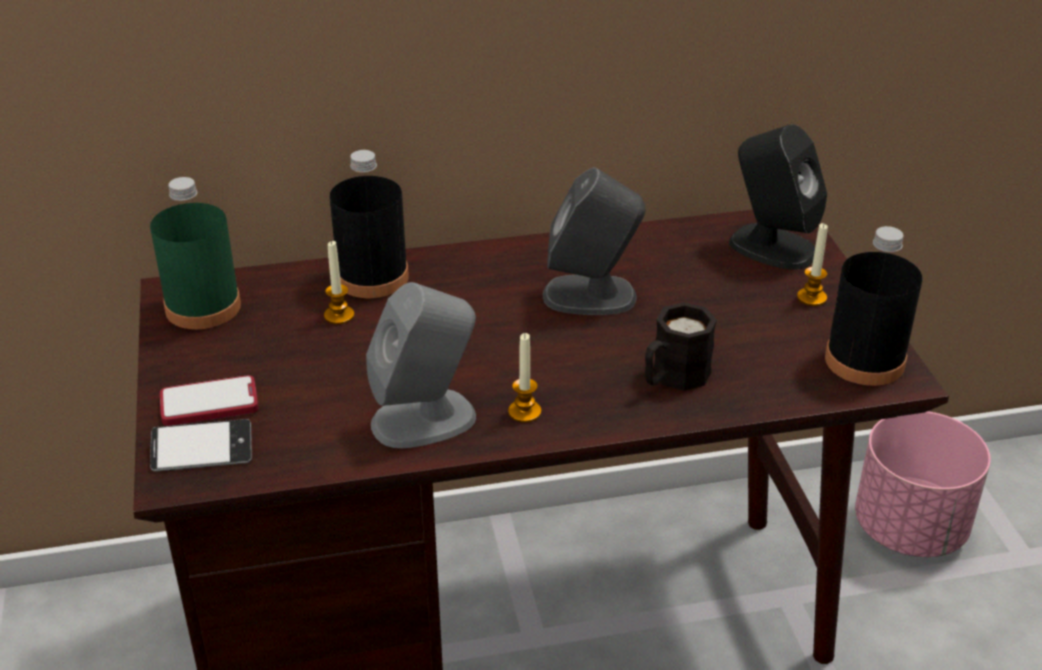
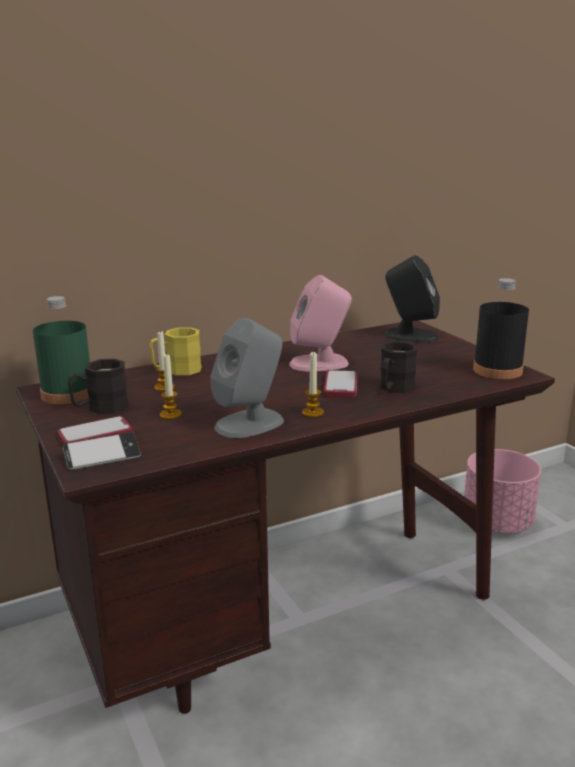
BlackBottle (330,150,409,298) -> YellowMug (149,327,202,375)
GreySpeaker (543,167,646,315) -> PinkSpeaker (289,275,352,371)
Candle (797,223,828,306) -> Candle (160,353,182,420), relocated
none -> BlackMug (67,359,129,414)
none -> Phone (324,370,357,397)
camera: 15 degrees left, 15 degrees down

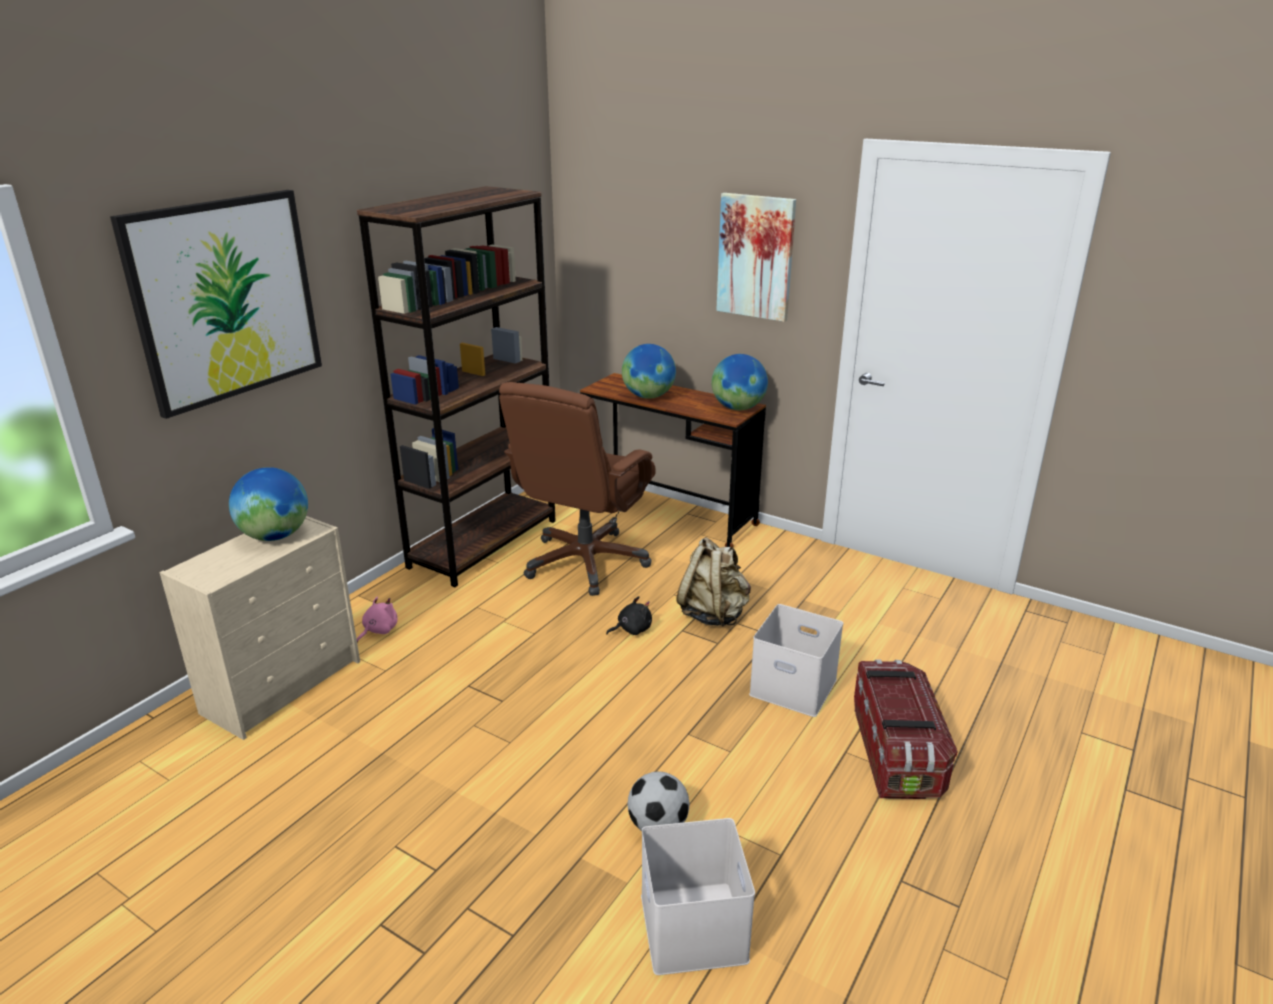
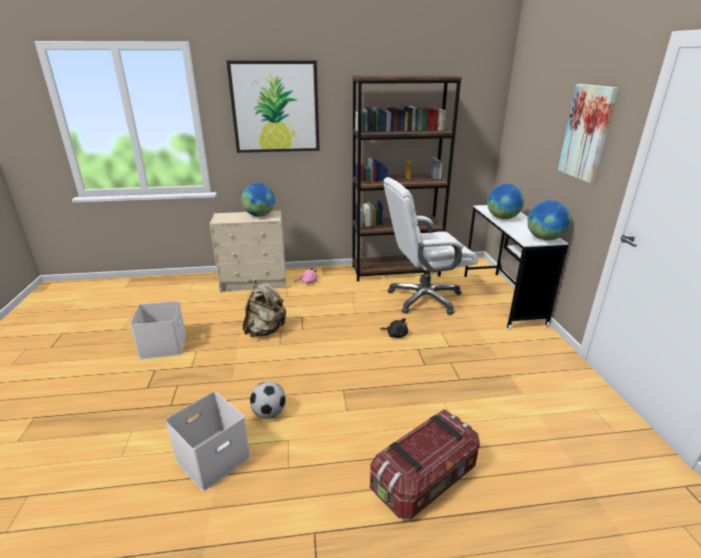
BrownDesk (580,373,766,547) -> WhiteDesk (464,205,569,330)
BrownOfficeChair (499,382,656,596) -> WhiteOfficeChair (383,177,478,315)
BeigeBackpack (676,537,751,627) -> BeigeBackpack (243,280,286,337), relocated
WhiteStorageBox (749,604,843,717) -> WhiteStorageBox (130,301,186,359), relocated
camera: 50 degrees right, 0 degrees up

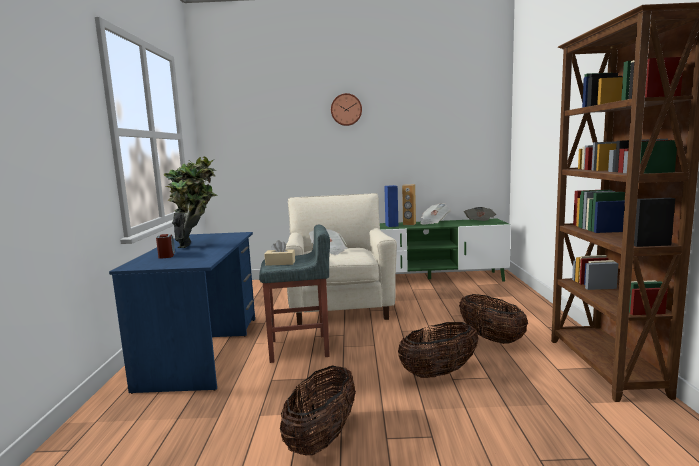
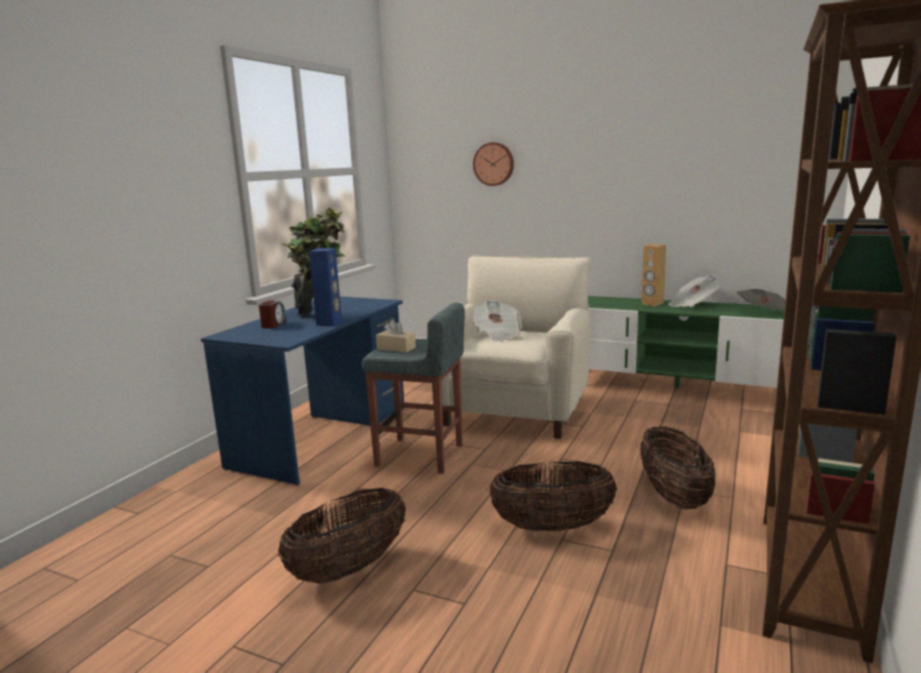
WallClock (331,93,362,126) -> WallClock (473,142,514,186), relocated
BlueSpeaker (384,185,398,227) -> BlueSpeaker (309,248,342,326), relocated
camera: 25 degrees right, 5 degrees up

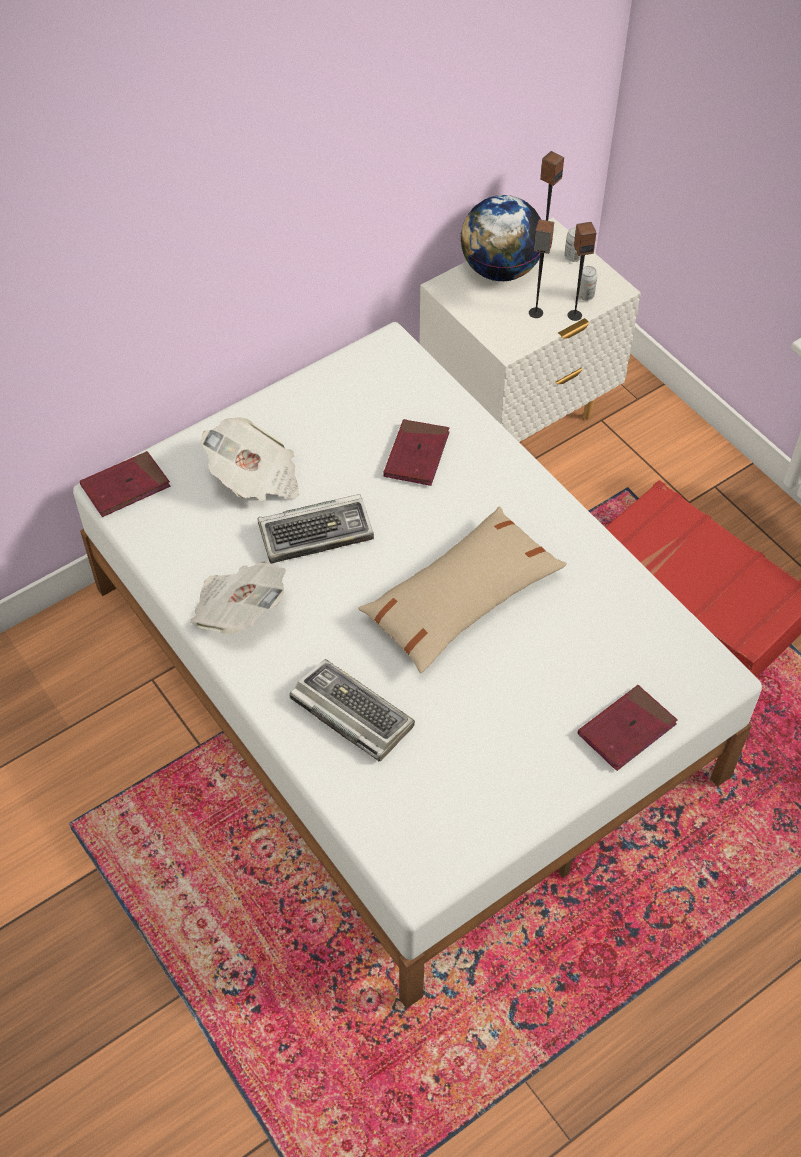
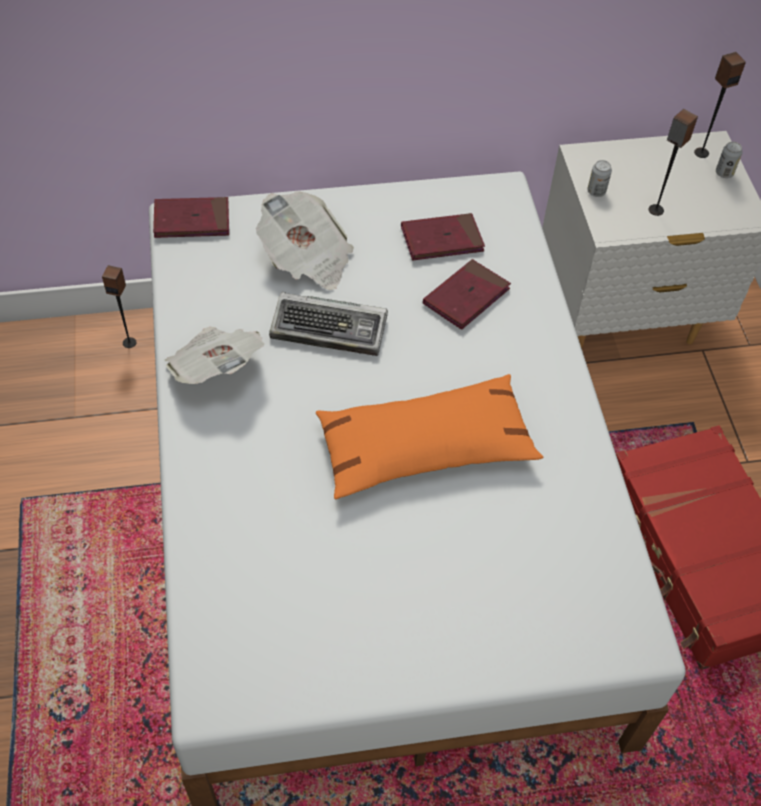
Globe (460,195,541,281) -> none
Speaker (567,222,596,321) -> Speaker (102,265,136,348), relocated
Can (578,266,598,301) -> Can (587,160,612,197), relocated
BeigePillow (358,506,567,673) -> OrangePillow (316,374,544,499)
Keyboard (290,659,415,761) -> none
RedBook (578,685,677,771) -> RedBook (401,213,485,260), relocated
camera: 25 degrees right, 0 degrees up

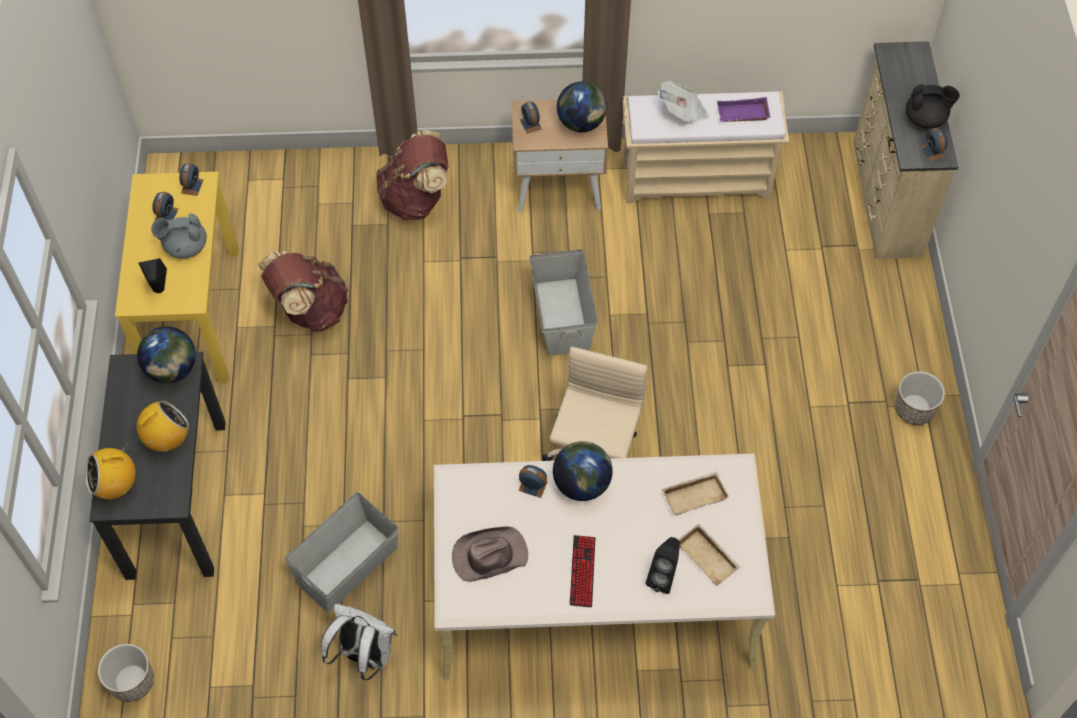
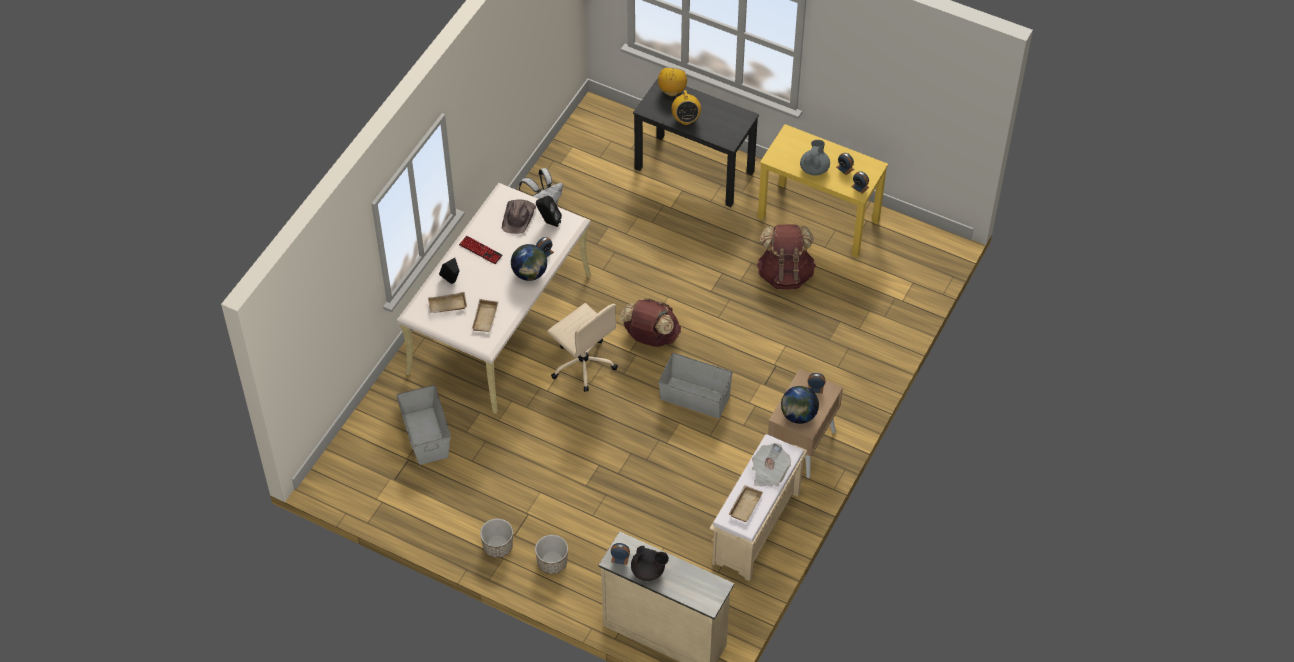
BlackTeapot (905,84,960,129) -> BlackTeapot (631,546,669,581), 105 degrees counterclockwise
PurpleTray (717,97,771,122) -> BeigeTray (728,485,763,522)
BrownBackpack (376,130,448,220) -> BrownBackpack (620,298,681,347), relocated
BlackSpeaker (139,258,167,293) -> BlackSpeaker (536,196,562,227), relocated
Globe (137,326,196,383) -> none
GreyStorageBox (285,492,399,613) -> GreyStorageBox (396,385,451,465), relocated
Planter (98,644,154,702) -> Planter (535,535,568,574), relocated
camera: 120 degrees right, 5 degrees down

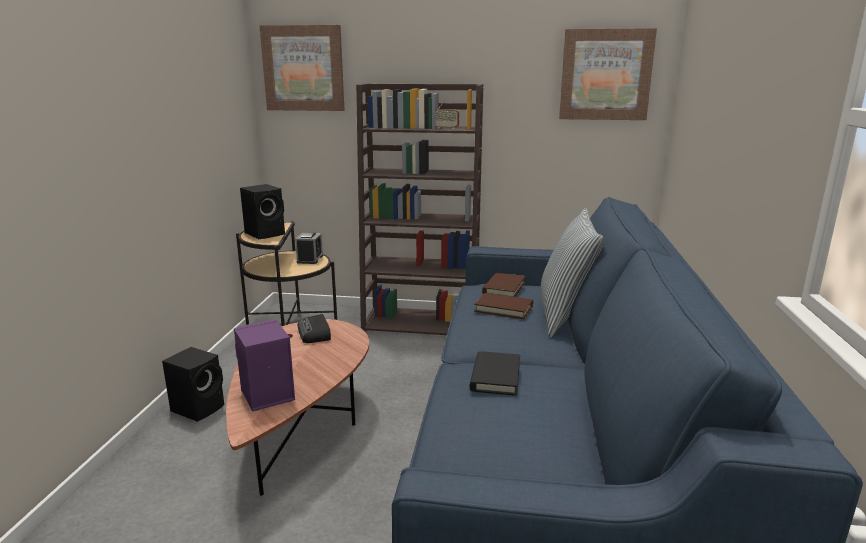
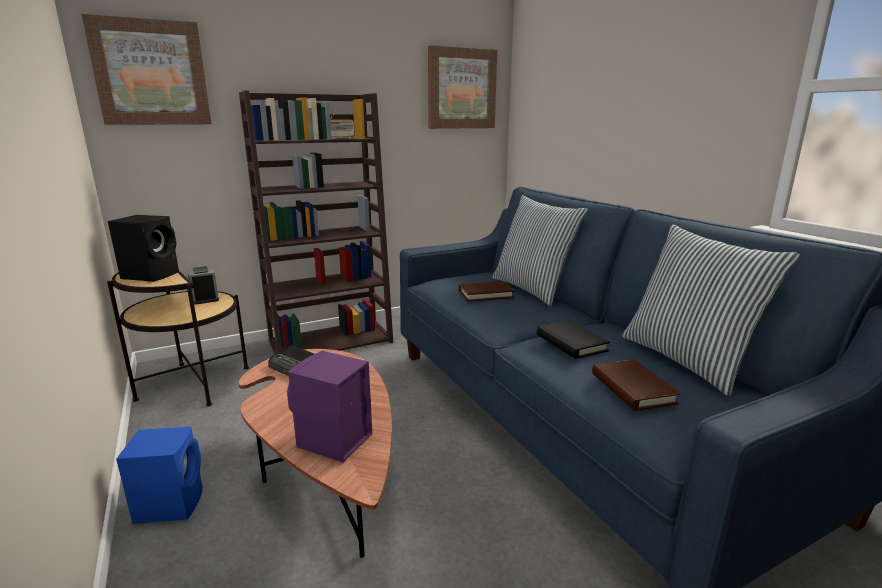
BrownBook (482,273,526,297) -> BrownBook (592,360,681,411), relocated
BlackSpeaker (162,347,224,422) -> BlueSpeaker (116,426,203,524)
none -> Pillow (622,224,800,397)
camera: 35 degrees left, 0 degrees up

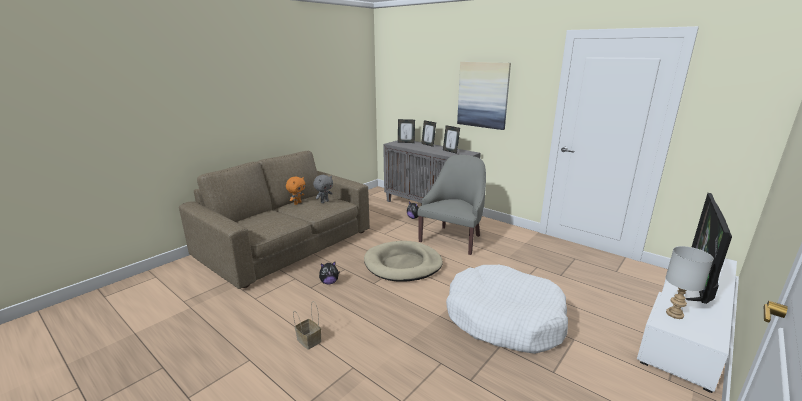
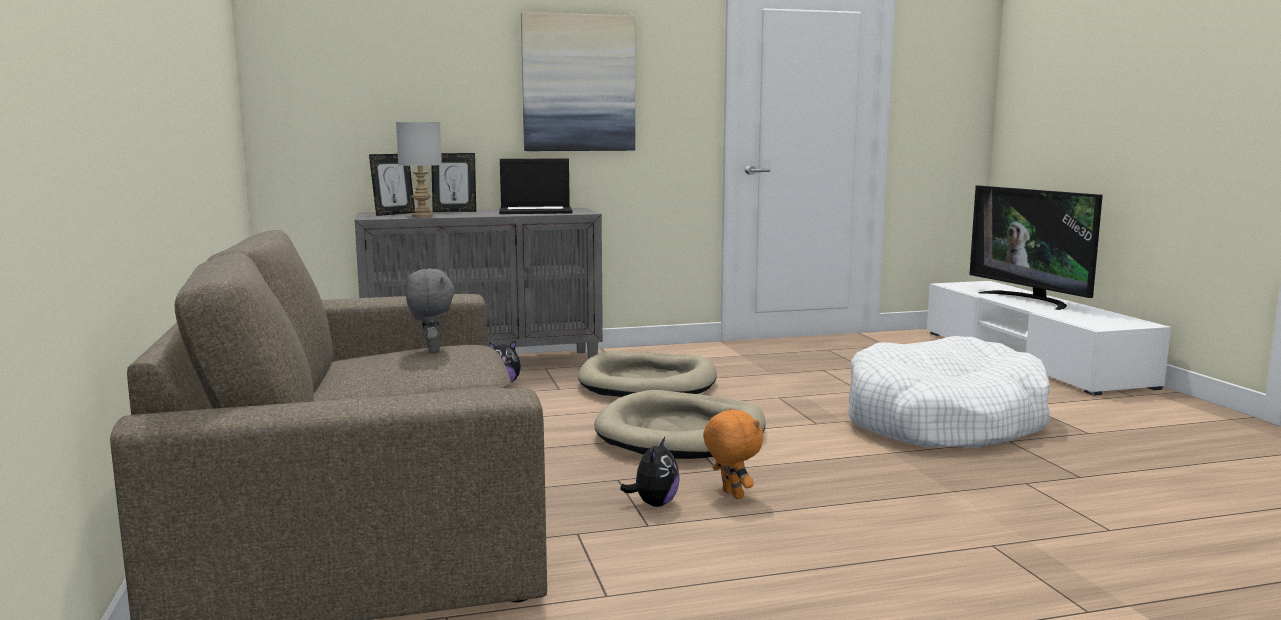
PictureFrame (443,125,460,154) -> Laptop (499,159,573,214)
GreyArmchair (417,155,486,255) -> BeigeDogBed (578,351,717,397)
OrangePlushToy (286,177,305,205) -> OrangePlushToy (703,408,763,499), relocated
GreyTableLamp (665,246,714,319) -> GreyTableLamp (396,122,442,217), relocated
Basket (293,301,321,350) -> none
camera: 55 degrees left, 10 degrees down

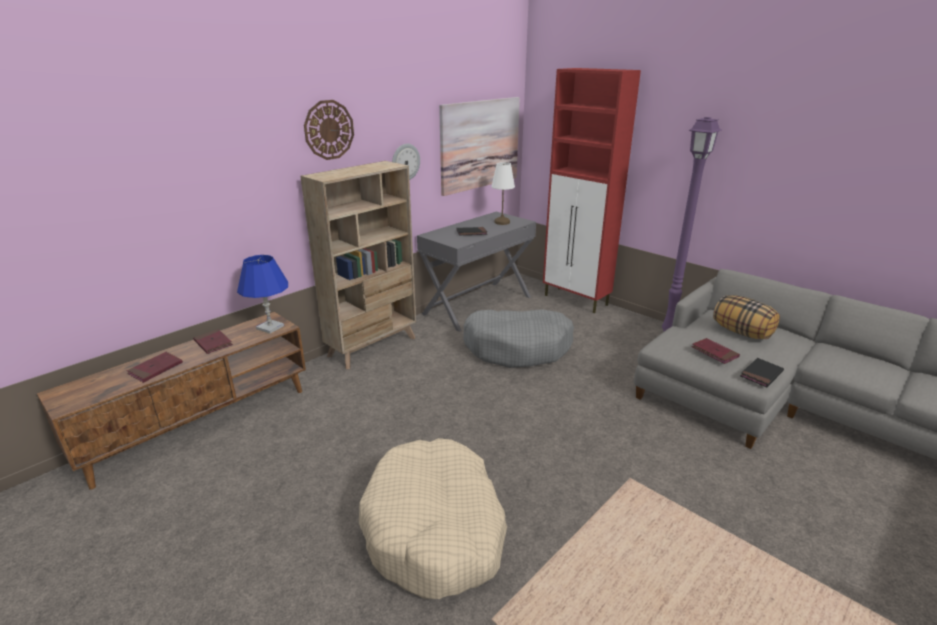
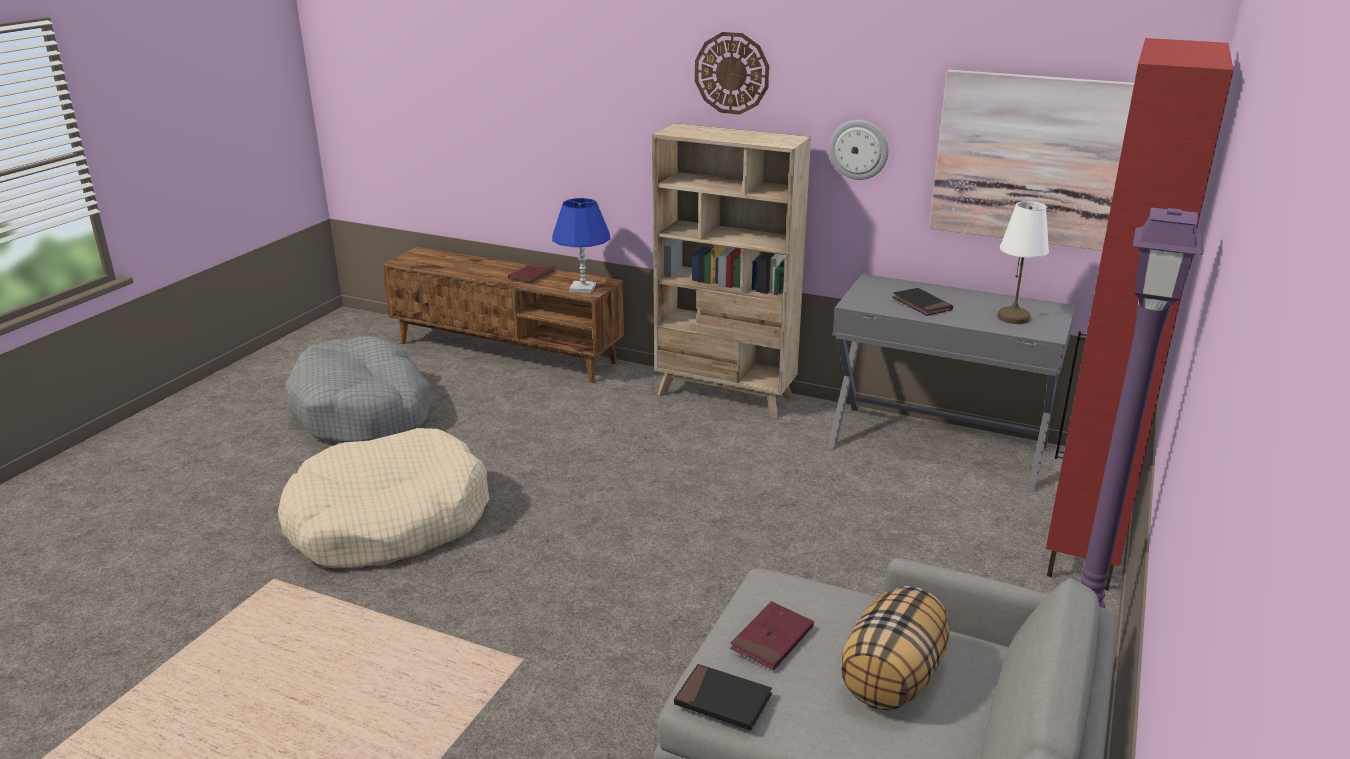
GreyDogBed (463,309,574,368) -> GreyDogBed (285,336,433,443), relocated
RedBook (127,352,183,383) -> none
camera: 70 degrees right, 0 degrees up

